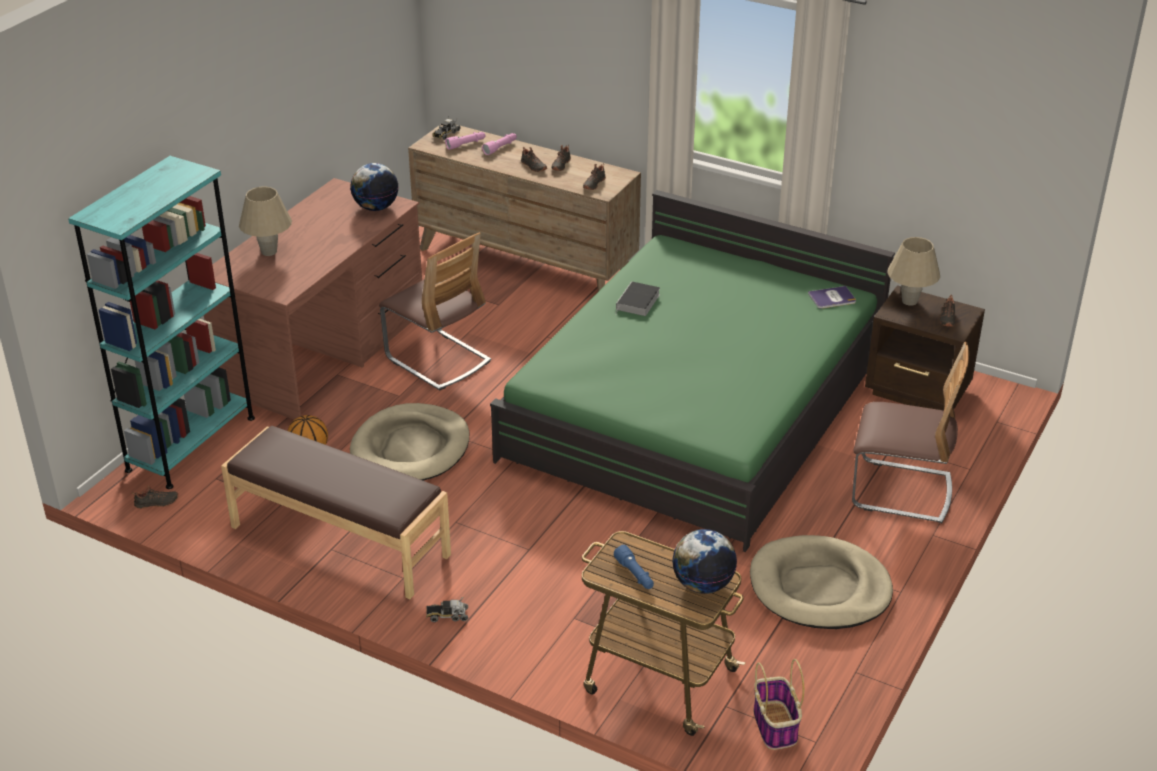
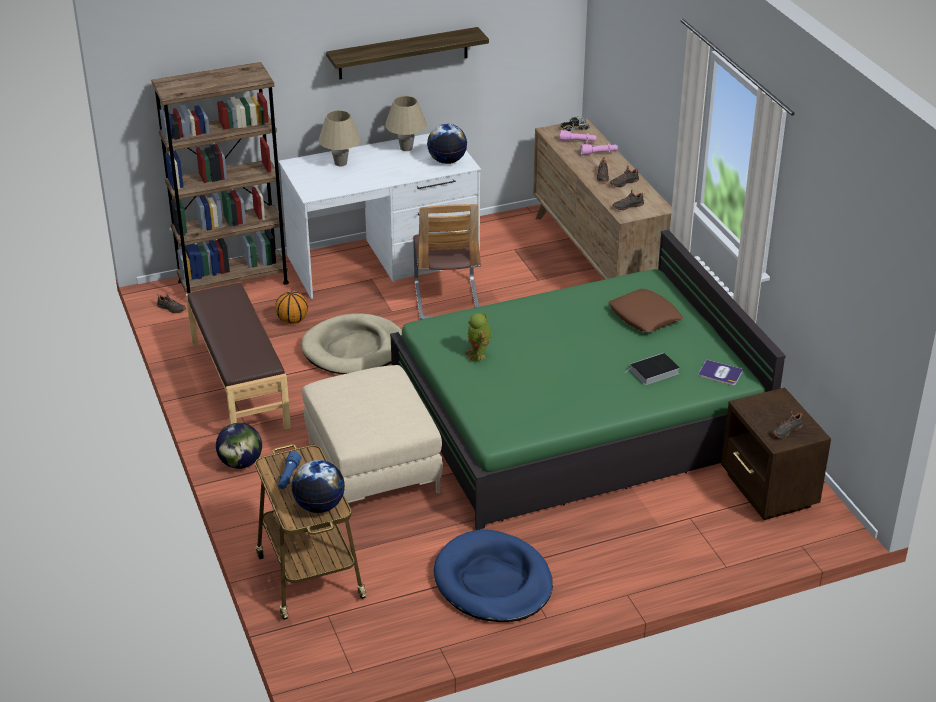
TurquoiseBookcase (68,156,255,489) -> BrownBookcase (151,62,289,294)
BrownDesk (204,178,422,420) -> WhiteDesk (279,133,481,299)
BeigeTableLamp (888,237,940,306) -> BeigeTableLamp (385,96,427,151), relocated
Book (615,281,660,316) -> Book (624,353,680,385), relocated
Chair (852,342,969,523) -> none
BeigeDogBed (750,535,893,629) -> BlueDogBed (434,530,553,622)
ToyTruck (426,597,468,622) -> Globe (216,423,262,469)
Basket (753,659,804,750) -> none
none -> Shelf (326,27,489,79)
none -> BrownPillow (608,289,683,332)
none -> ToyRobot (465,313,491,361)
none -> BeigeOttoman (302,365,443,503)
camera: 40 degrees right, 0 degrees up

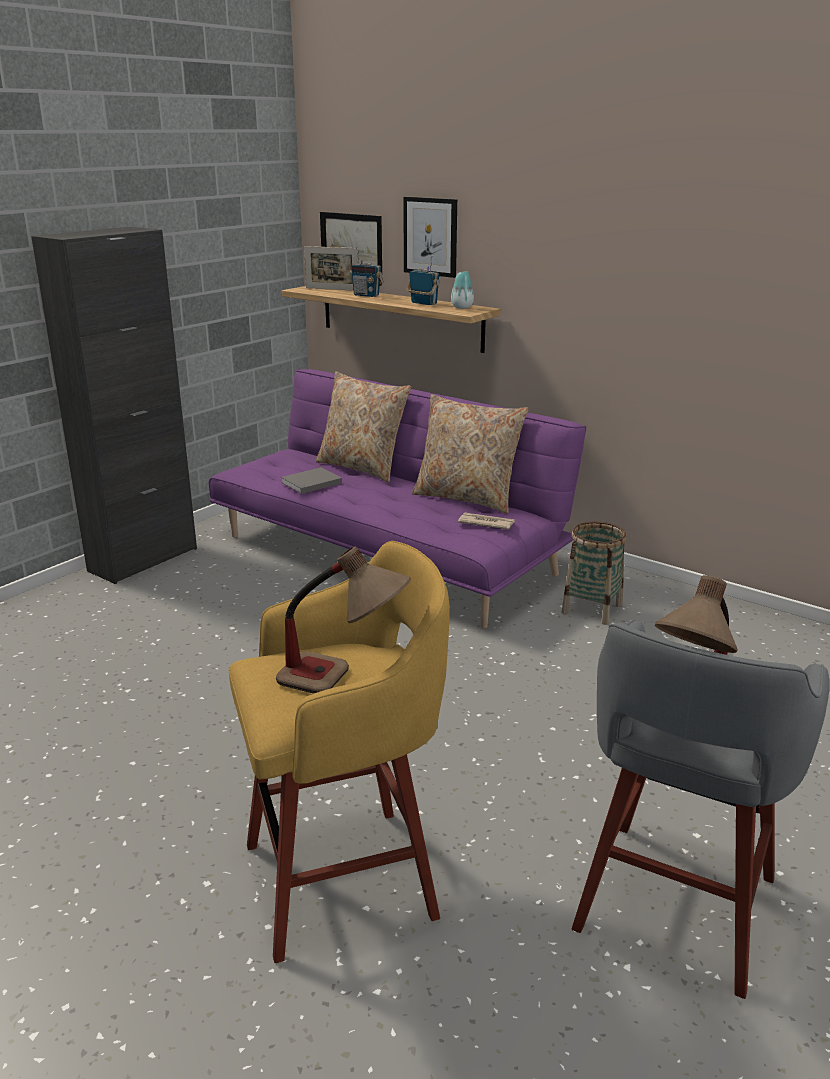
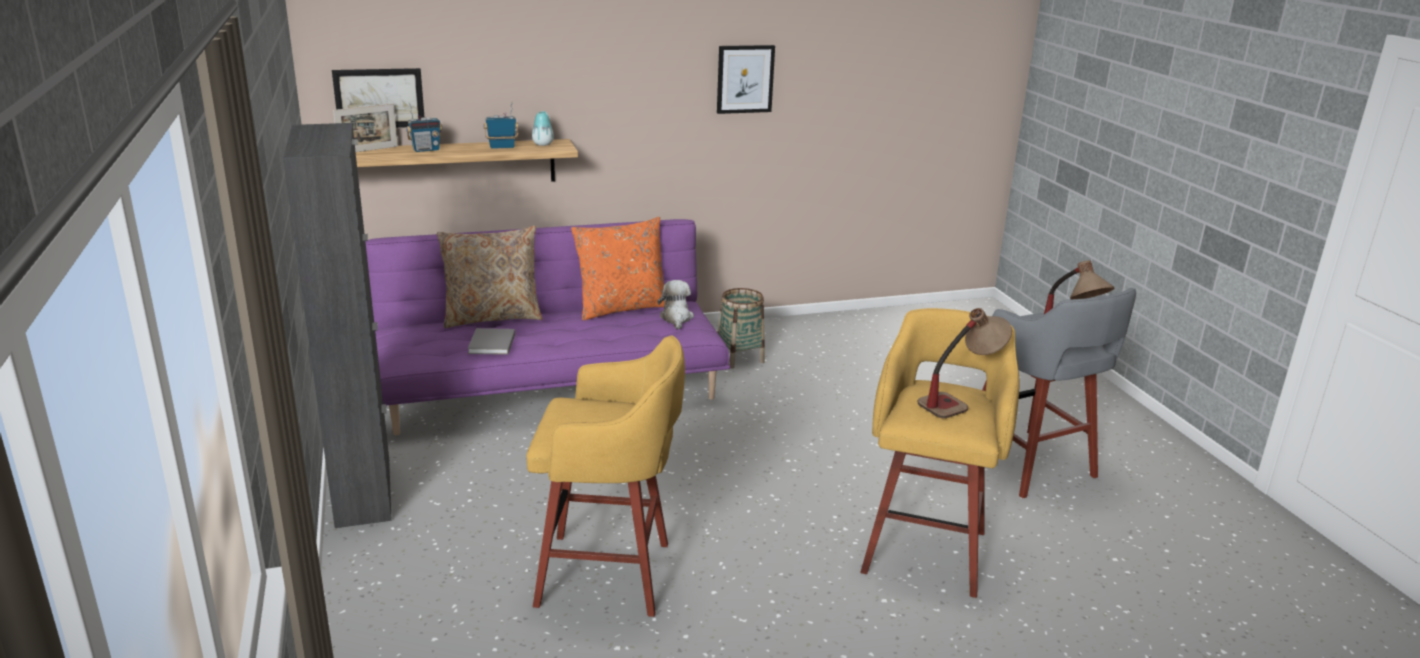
Picture (403,197,457,278) -> Picture (717,45,775,114), relocated
BeigePillow (412,394,528,514) -> OrangePillow (571,217,665,320)
Newspaper (458,512,515,530) -> PlushToy (657,280,694,330)
none -> YellowStool (526,335,685,617)
camera: 55 degrees left, 0 degrees up

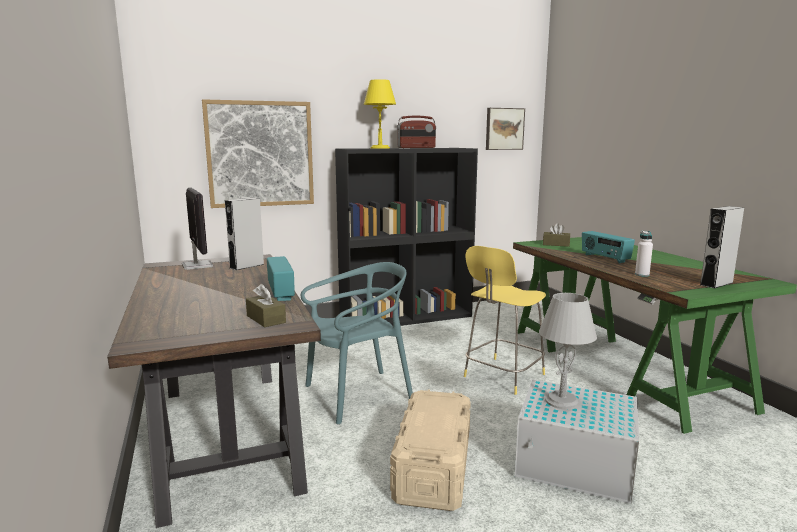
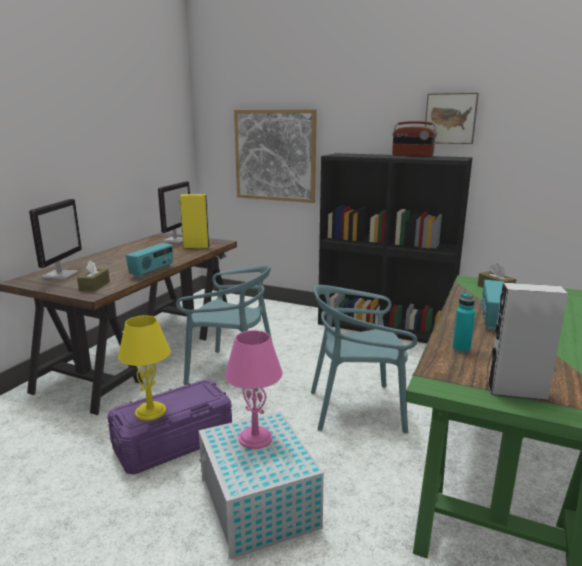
YellowTableLamp (364,79,396,149) -> YellowTableLamp (118,315,171,421), relocated
Picture (486,108,525,150) -> Picture (425,93,479,144), relocated
GreySpeaker (225,198,265,270) -> YellowSpeaker (180,194,210,249)
WhiteBottle (635,231,653,277) -> TurquoiseBottle (452,292,475,353)
YellowStool (464,246,546,395) -> TurquoiseChair (311,285,418,433)
GreyTableLamp (539,293,597,410) -> PinkTableLamp (225,330,283,449)
BeigeStorageBox (390,389,471,511) -> PurpleStorageBox (107,380,232,474)
none -> Monitor (29,199,82,279)
camera: 45 degrees right, 5 degrees up

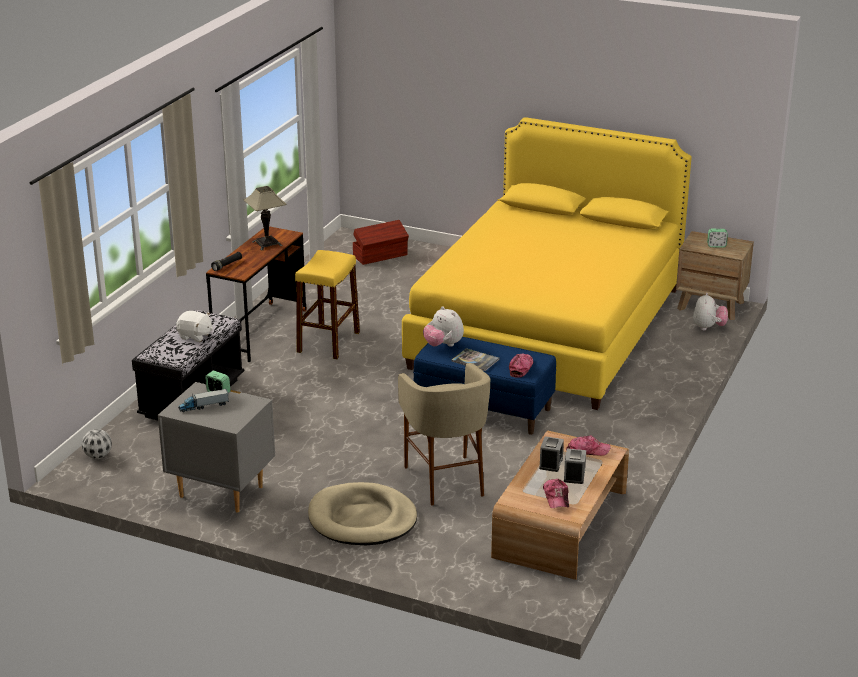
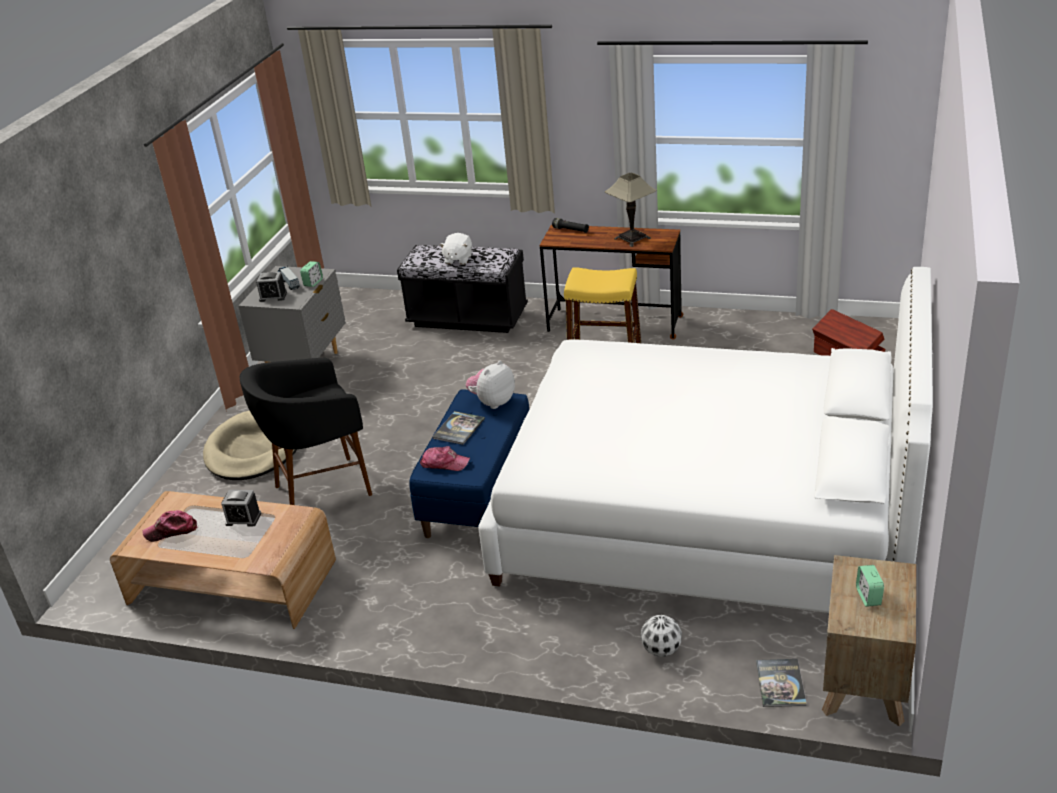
YellowBed (402,117,692,410) -> WhiteBed (478,267,933,613)
PlushToy (693,293,728,331) -> Book (756,659,807,707)
BeigeStool (398,363,490,506) -> BlackStool (240,358,372,505)
Football (82,429,112,459) -> Football (641,615,682,657), relocated
Cap (566,435,611,456) -> none
AlarmClock (564,449,586,484) -> AlarmClock (256,272,287,302), relocated
camera: 85 degrees right, 5 degrees up

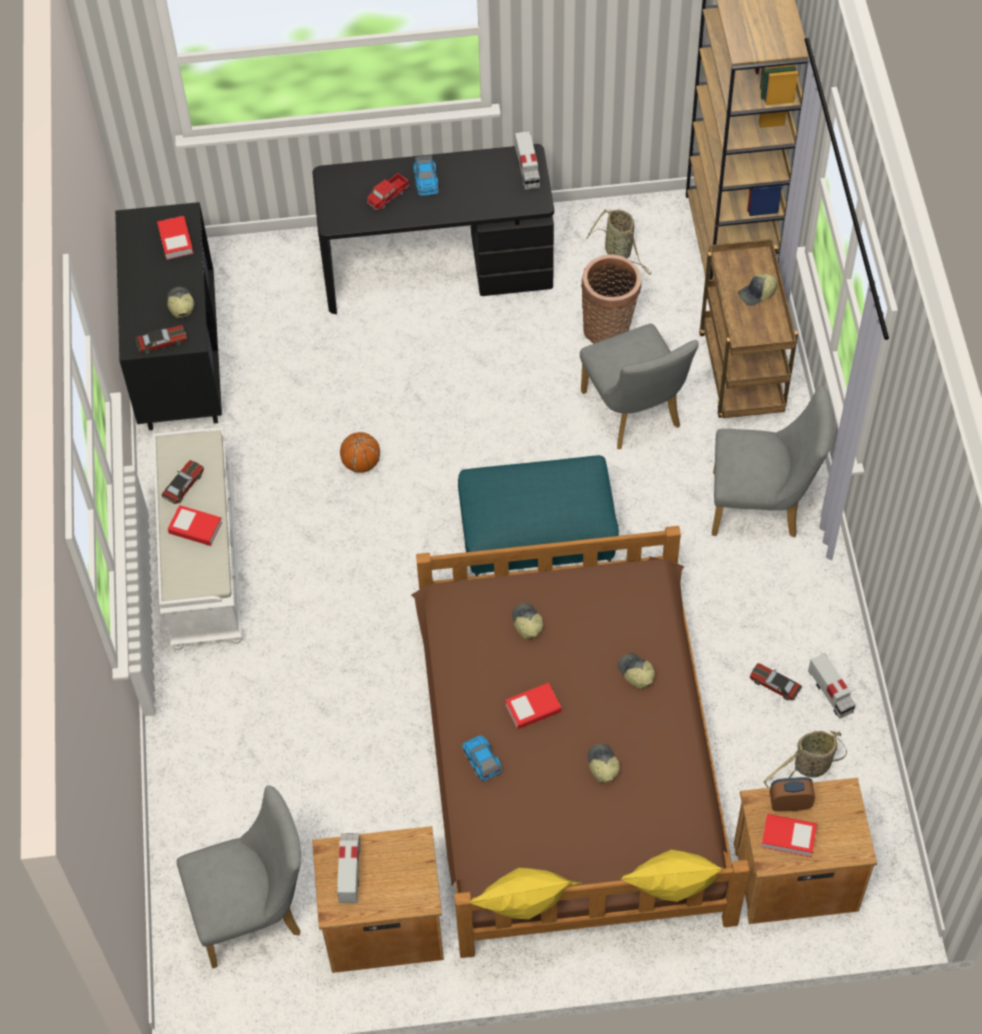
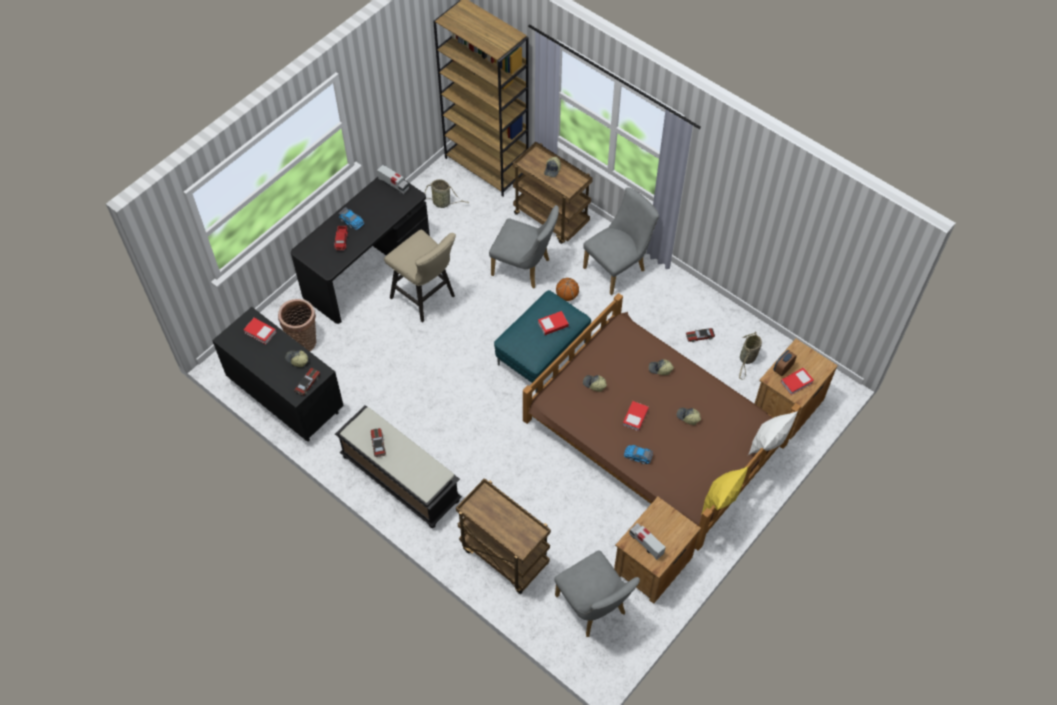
Basket (581,254,641,344) -> Basket (278,299,316,351), relocated
WhiteBench (153,427,242,650) -> BlackBench (335,405,462,528)
Basketball (340,432,380,473) -> Basketball (556,278,579,301), relocated
Book (168,505,222,546) -> Book (538,311,569,335), relocated
ToyTruck (808,653,856,719) -> none
GreyChair (177,786,301,968) -> GreyChair (554,551,640,637), 120 degrees clockwise
YellowPillow (621,850,725,902) -> WhitePillow (748,411,798,455)
none -> BeigeStool (384,230,456,323)
none -> BrownCart (456,478,551,594)
camera: 45 degrees left, 0 degrees up

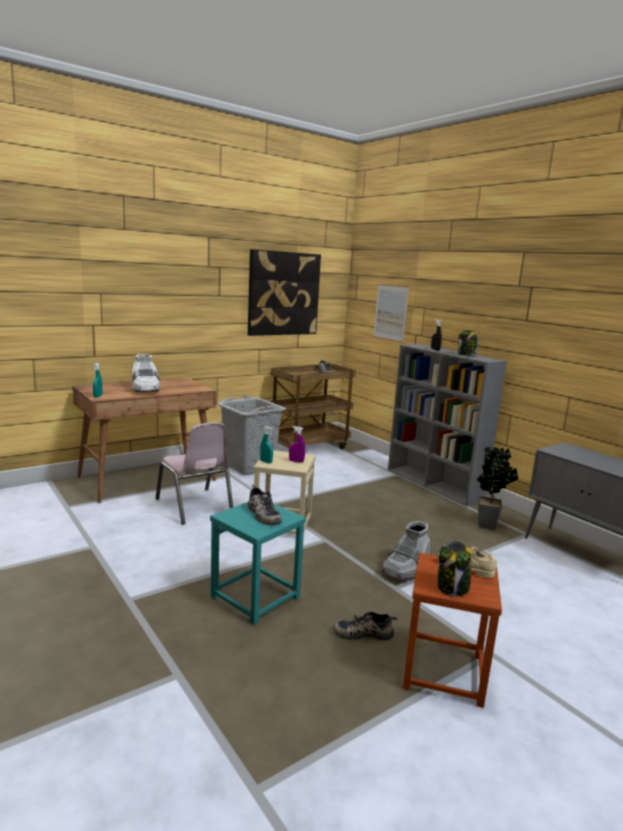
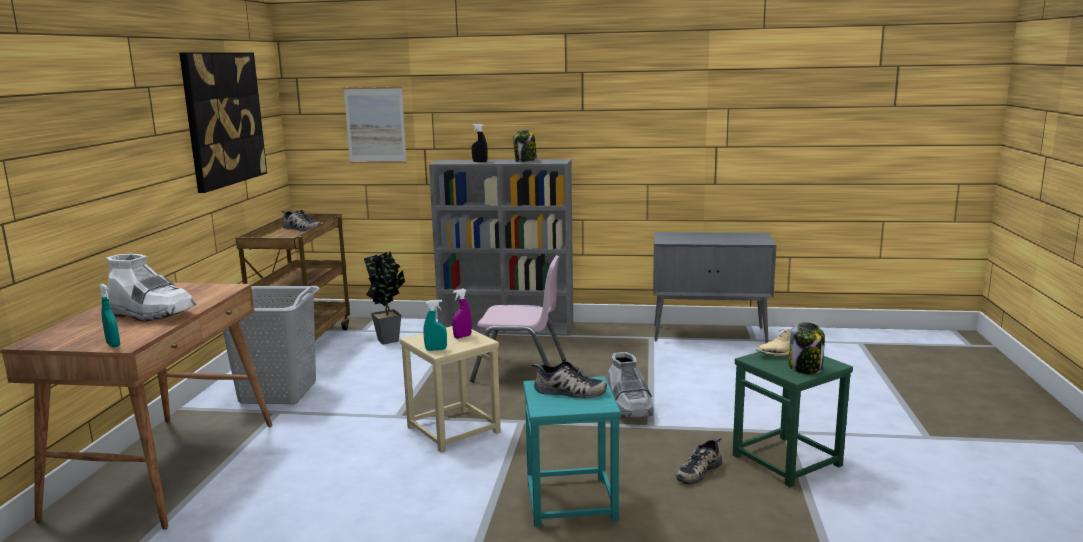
PinkChair (156,422,233,525) -> PinkChair (470,255,566,382), relocated
PottedPlant (477,448,518,530) -> PottedPlant (364,252,405,344), relocated
BrownStool (403,553,502,708) -> GreenStool (733,352,853,487)
camera: 45 degrees left, 0 degrees up

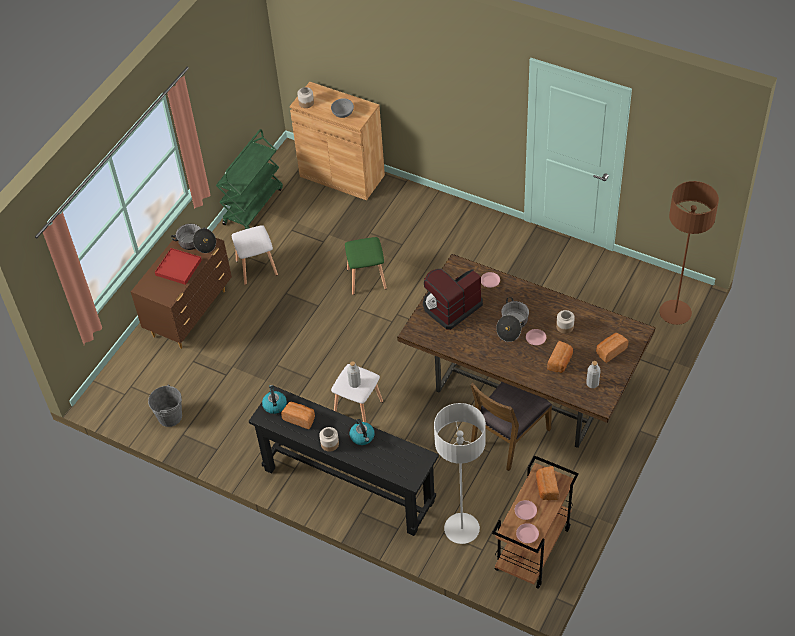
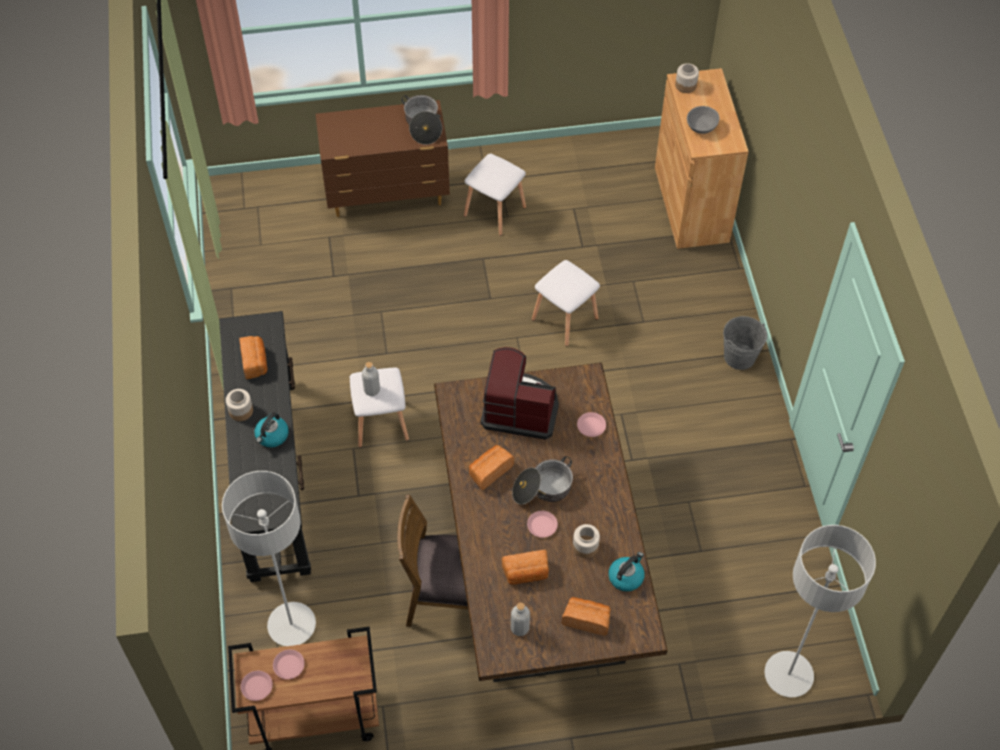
GreenCart (216,129,283,229) -> none
BrownFloorLamp (659,181,719,325) -> GreyFloorLamp (764,525,876,697)
GreenStool (345,237,387,295) -> WhiteStool (532,260,600,347)
RedTray (155,248,202,285) -> none
GreyBucket (148,384,182,427) -> GreyBucket (723,316,767,370), relocated
Kettle (262,385,287,414) -> Kettle (608,552,645,592), relocated
Bread (536,466,559,501) -> Bread (469,445,514,490), relocated
camera: 50 degrees right, 5 degrees up

